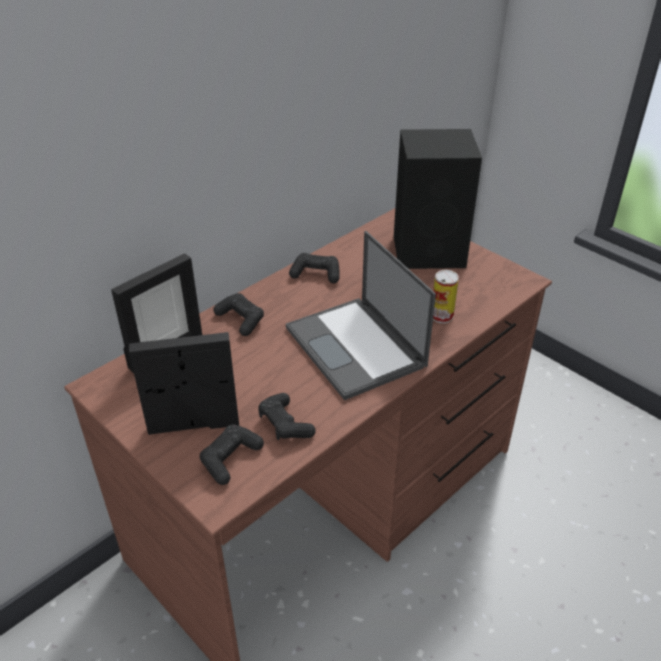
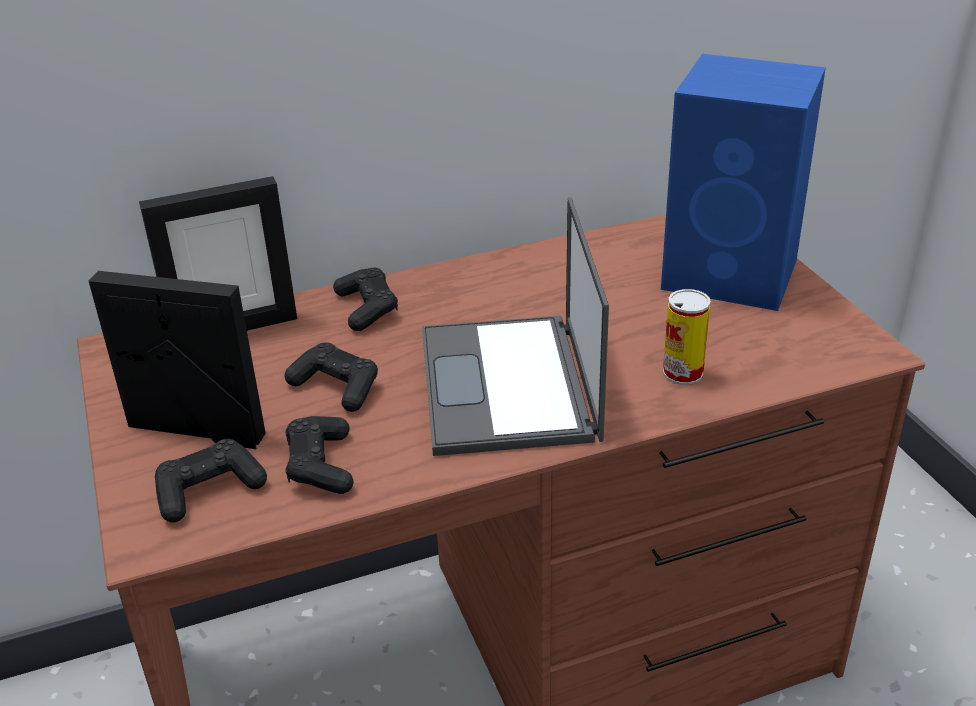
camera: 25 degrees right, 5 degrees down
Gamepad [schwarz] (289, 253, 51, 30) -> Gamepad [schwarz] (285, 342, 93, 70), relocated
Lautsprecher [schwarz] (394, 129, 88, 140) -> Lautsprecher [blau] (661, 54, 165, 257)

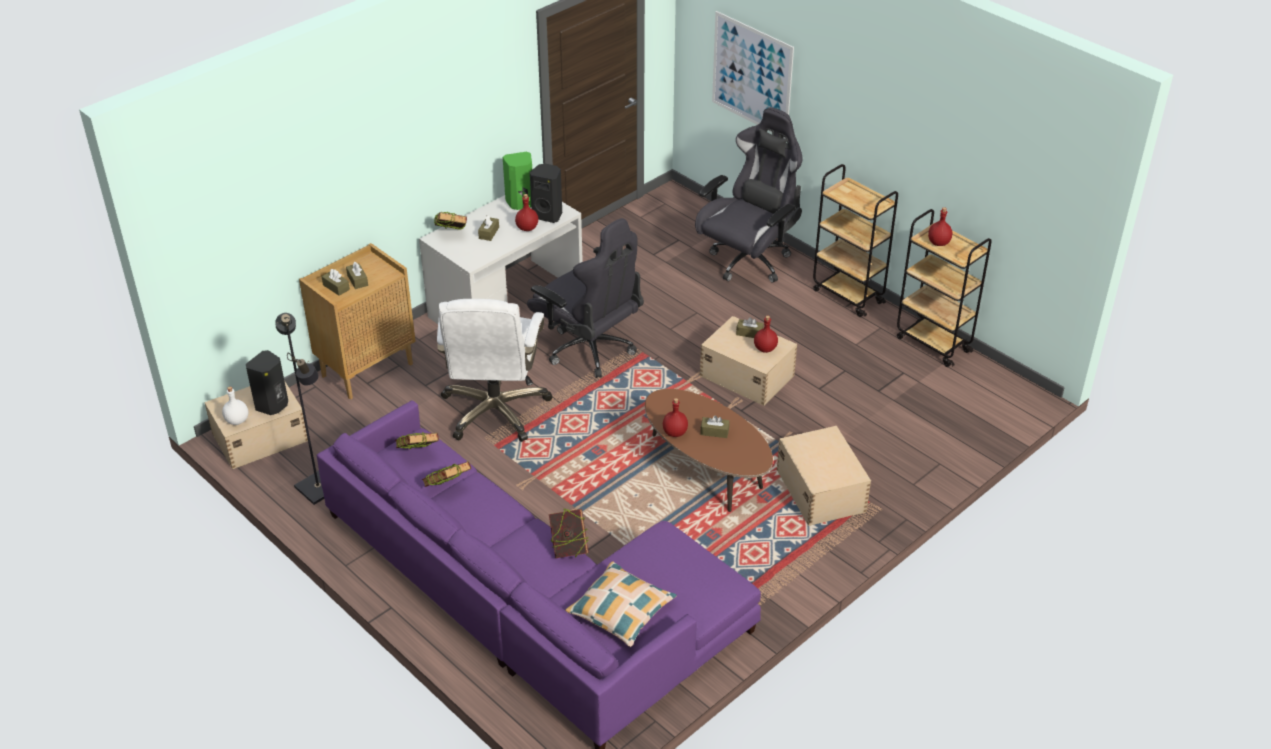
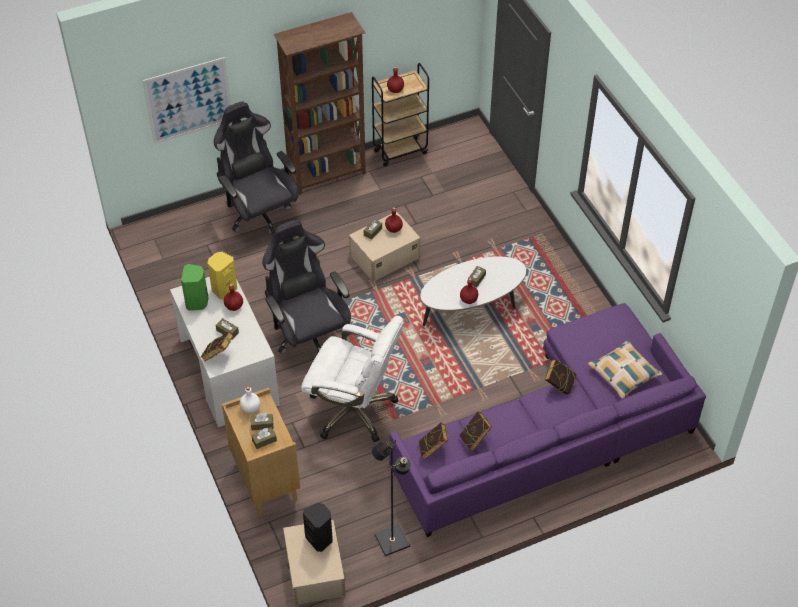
camera: 70 degrees left, 10 degrees up
Aufbewahrungsbox [beige] (777, 426, 94, 100) -> none
Flasche [weiß] (222, 387, 27, 38) -> Flasche [weiß] (240, 386, 21, 28), relocated
Rollwagen [braun] (813, 164, 85, 153) -> Bücherregal [braun] (273, 12, 93, 183)
Lautsprecher [schwarz] (530, 164, 32, 59) -> Lautsprecher [gelb] (207, 252, 30, 47)
Couchtisch [braun] (645, 389, 128, 123) -> Couchtisch [weiß] (420, 256, 106, 70)
Bürostuhl [schwarz] (527, 218, 117, 160) -> Bürostuhl [schwarz] (262, 220, 89, 134), 90 degrees counterclockwise

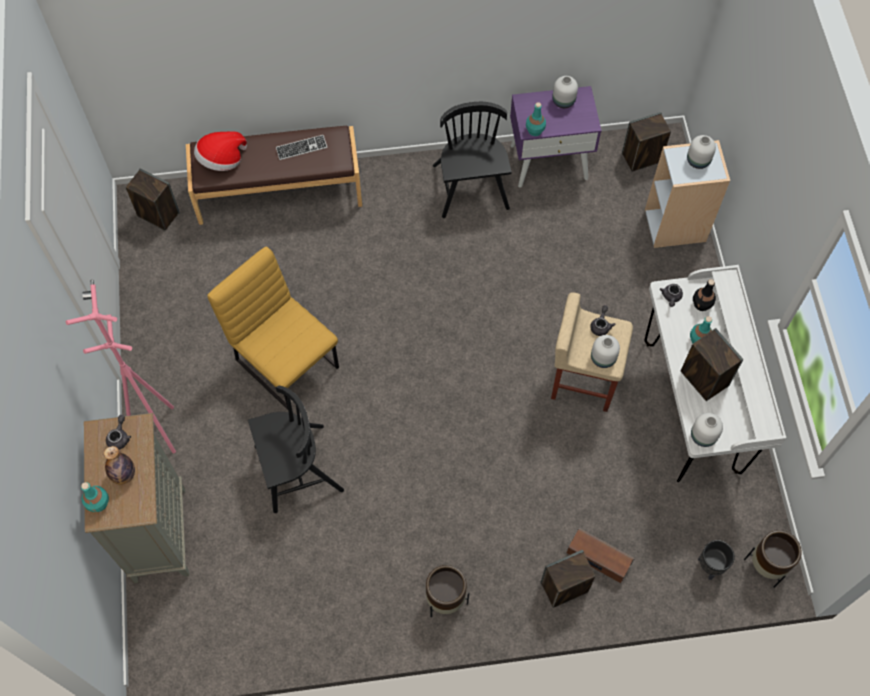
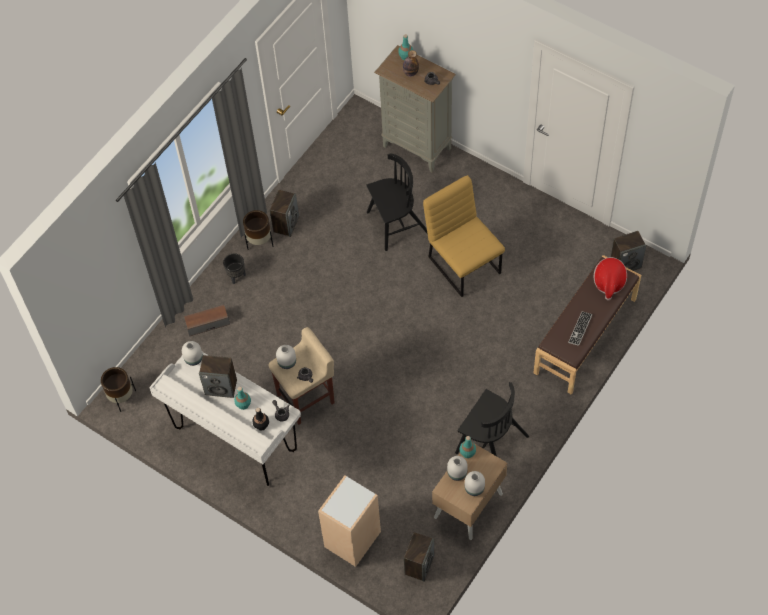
camera: 135 degrees right, 5 degrees down
Kleiderständer [rosa] (66, 284, 110, 170) -> none
Lautsprecher (541, 550, 54, 58) -> Lautsprecher (270, 190, 29, 47), relocated
Vase [weiß] (687, 135, 29, 34) -> Vase [weiß] (447, 456, 21, 25), relocated
Pflanzkübel [schwarz] (698, 540, 37, 40) -> Pflanzkübel [schwarz] (223, 253, 23, 31), relocated
Nachttisch [lila] (510, 86, 91, 102) -> Nachttisch [beige] (432, 444, 76, 96)
Stuhl [gelb] (207, 246, 132, 163) -> Stuhl [gelb] (423, 175, 82, 122), 120 degrees counterclockwise
Stuhl [schwarz] (248, 386, 96, 127) -> Stuhl [schwarz] (367, 154, 60, 97), 135 degrees counterclockwise

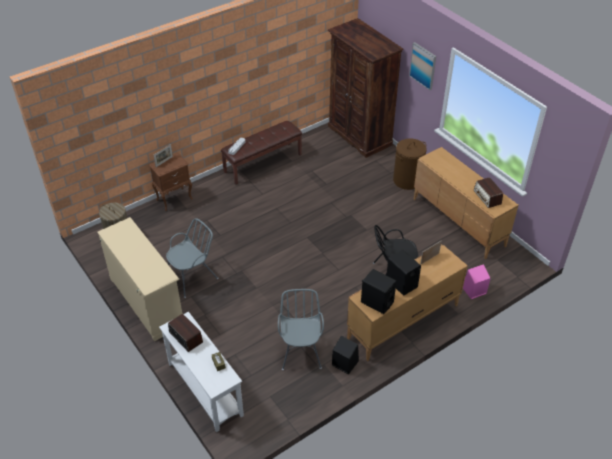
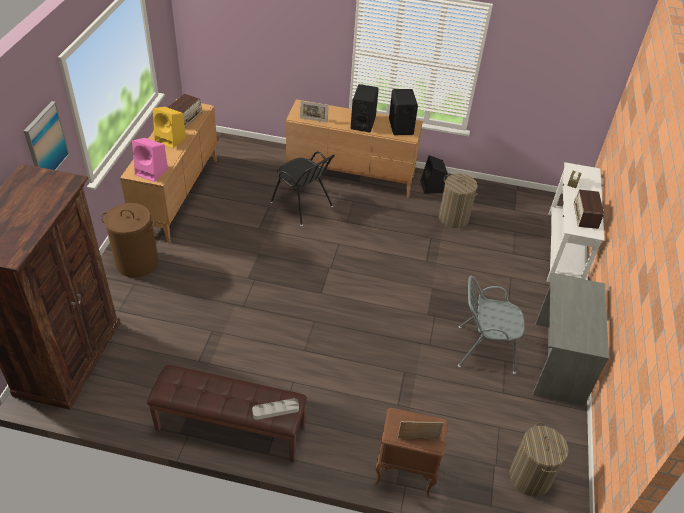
camera: 135 degrees left, 0 degrees up
none -> Lautsprecher [gelb] (153, 107, 33, 42)
Lautsprecher [rosa] (463, 264, 28, 35) -> Lautsprecher [rosa] (132, 138, 36, 44), relocated
Schrank [beige] (97, 217, 85, 124) -> Schreibtisch [grau] (533, 273, 76, 133)
Stuhl [grau] (278, 289, 46, 81) -> Wäschekorb (439, 173, 39, 55)

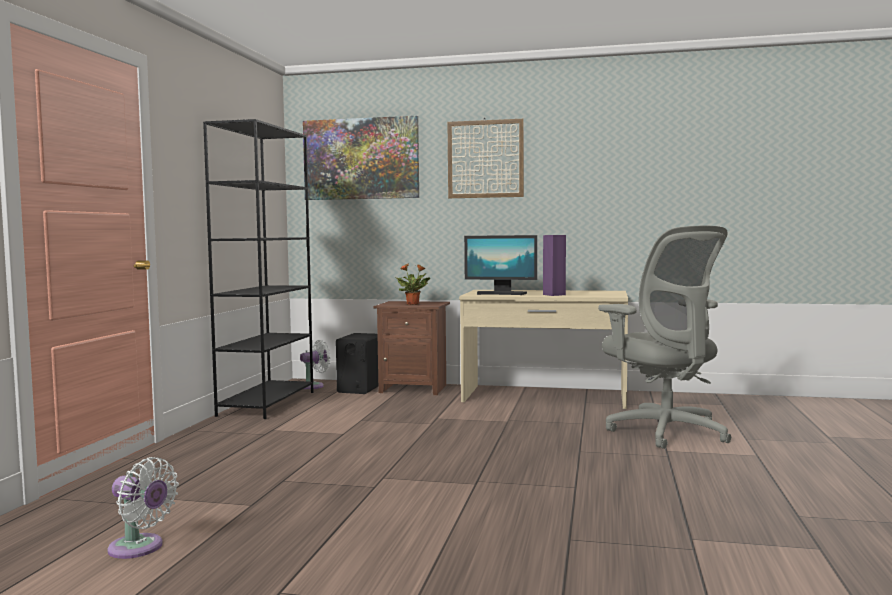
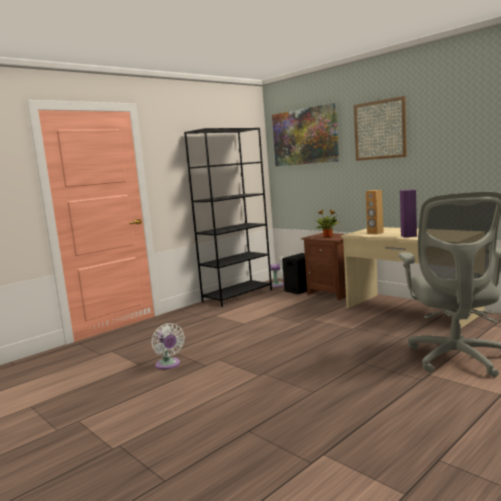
camera: 35 degrees right, 5 degrees up
Ventilator [weiß] (107, 457, 72, 102) -> Ventilator [weiß] (151, 323, 34, 47), relocated
Monitor (464, 235, 73, 60) -> Lautsprecher [braun] (366, 190, 18, 44)

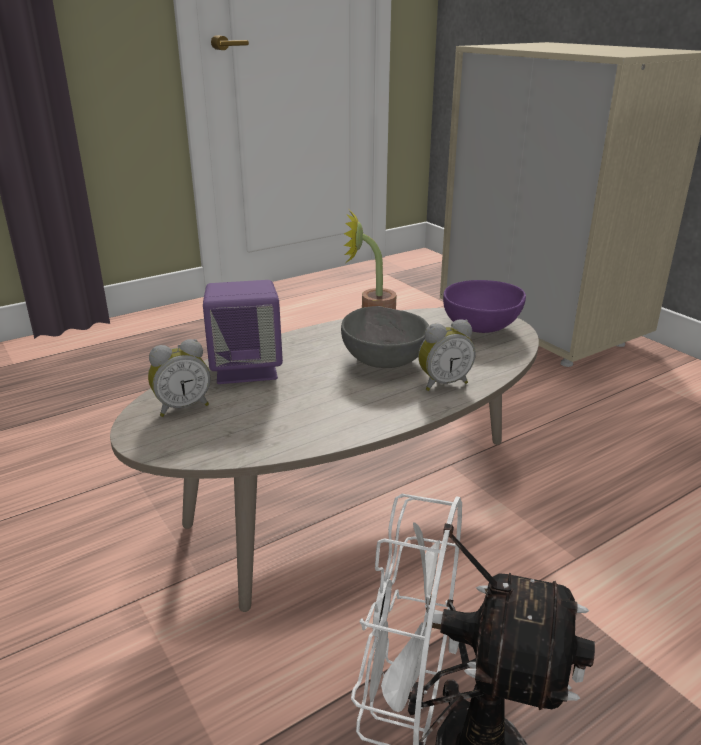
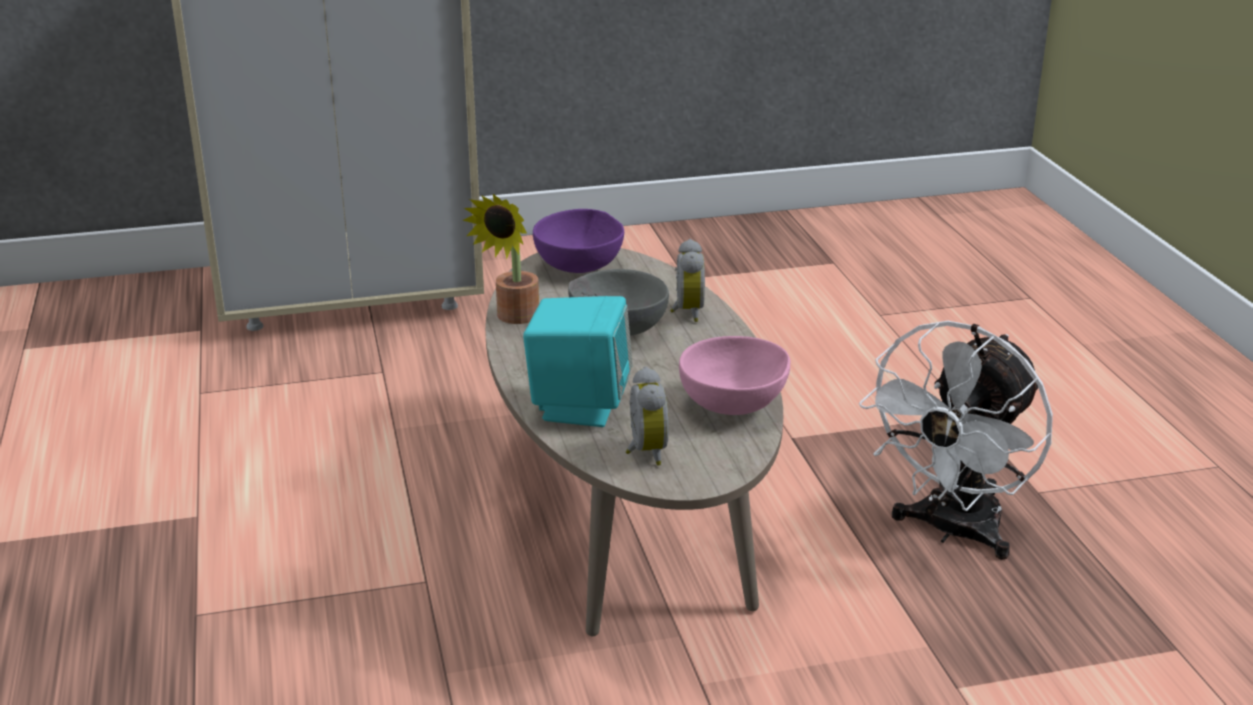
camera: 70 degrees left, 0 degrees up
none -> Schüssel [rosa] (679, 336, 111, 79)
Lautsprecher [lila] (203, 280, 80, 104) -> Lautsprecher [türkis] (523, 296, 110, 131)

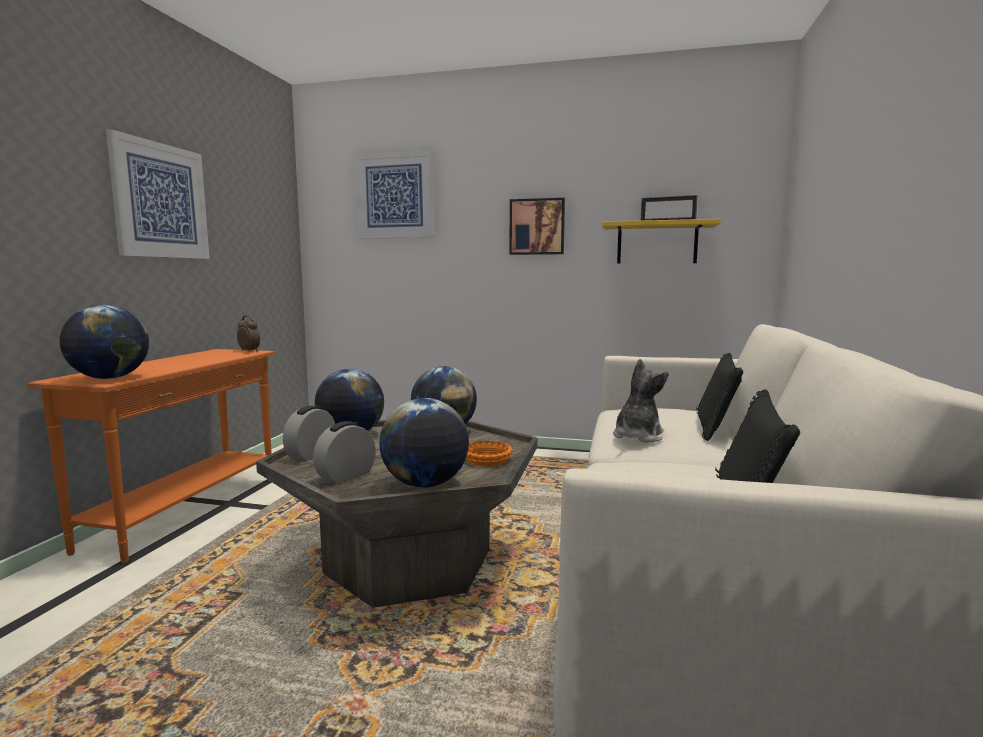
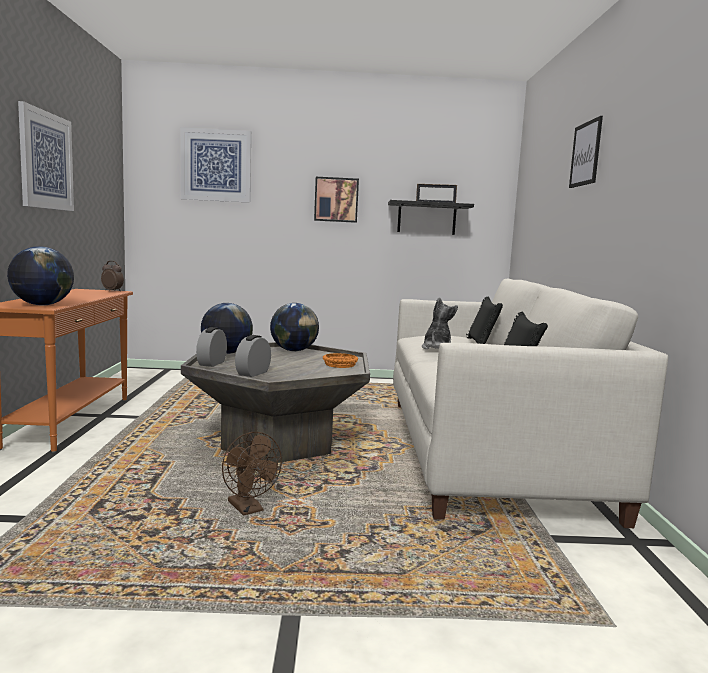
camera: 15 degrees left, 0 degrees up
Globus (379, 398, 90, 90) -> none
none -> Ventilator [braun] (222, 432, 60, 84)
none -> Bild (569, 116, 34, 72)
Wandregal [gelb] (602, 219, 119, 45) -> Wandregal [schwarz] (388, 200, 86, 35)

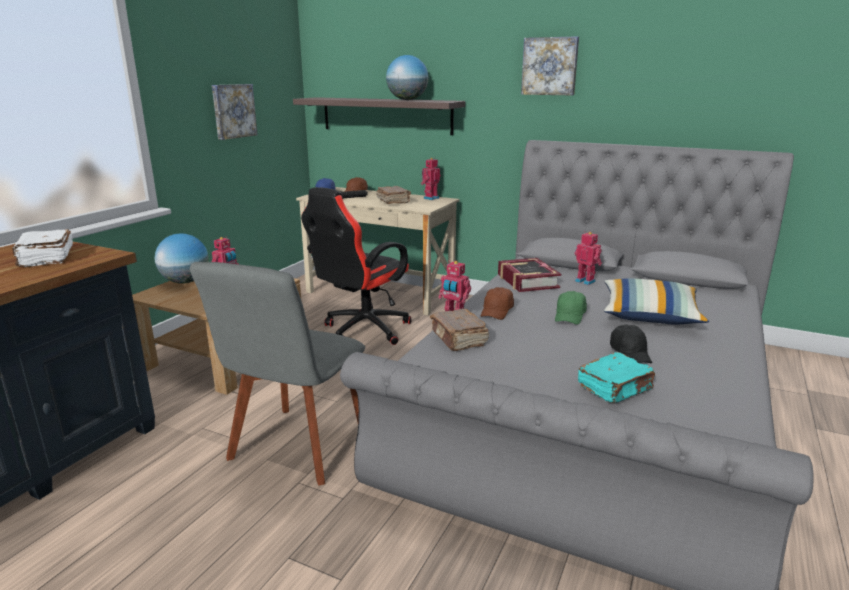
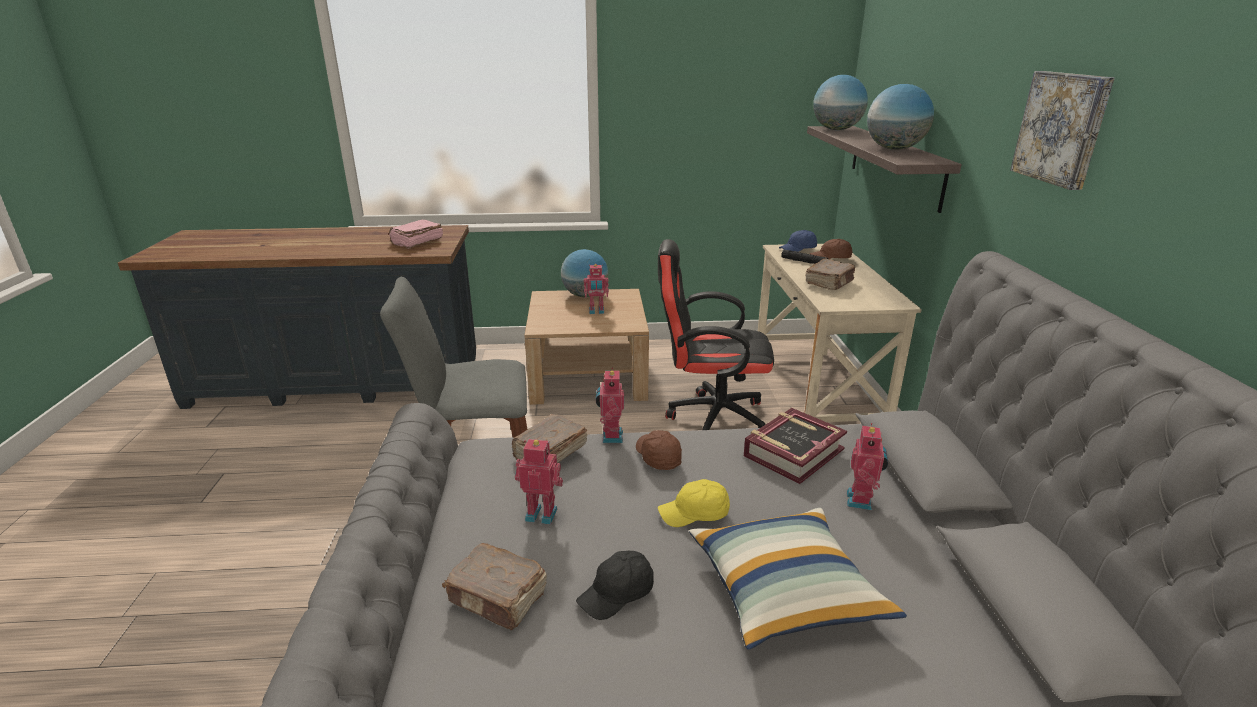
camera: 60 degrees right, 5 degrees up
Bild (212, 84, 46, 56) -> none
none -> Globus (813, 75, 55, 55)
Spielzeugroboter (421, 158, 20, 42) -> Spielzeugroboter (515, 439, 48, 85), relocated
Buch [weiß] (12, 229, 61, 38) -> Buch [rosa] (389, 220, 54, 29)
Kappe [grün] (555, 291, 32, 34) -> Kappe [gelb] (658, 479, 72, 48)
Buch [türkis] (578, 352, 77, 51) -> Buch [braun] (442, 543, 105, 87)
Kappe [braun] (481, 287, 33, 33) -> Kappe [braun] (636, 430, 46, 40), 75 degrees clockwise

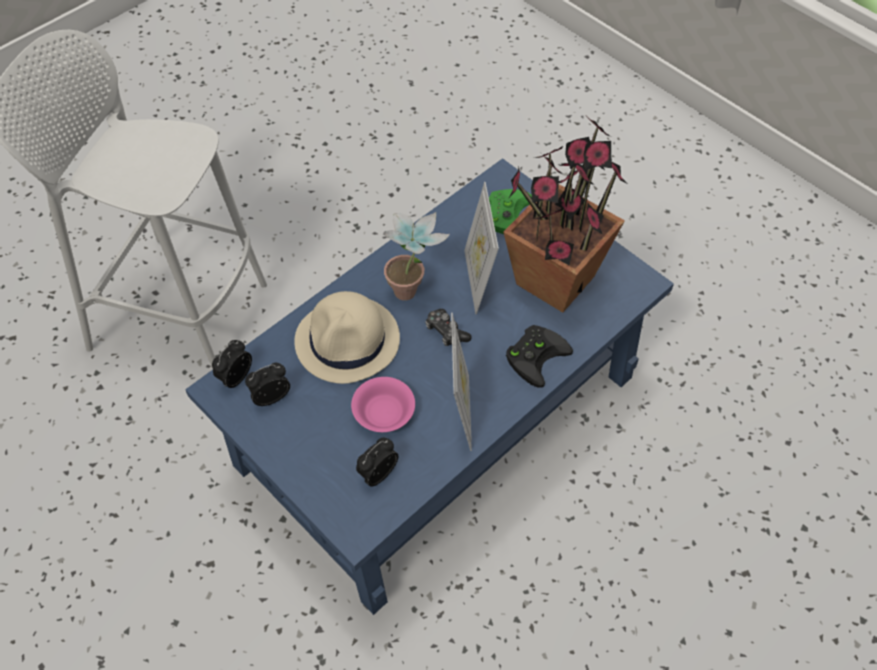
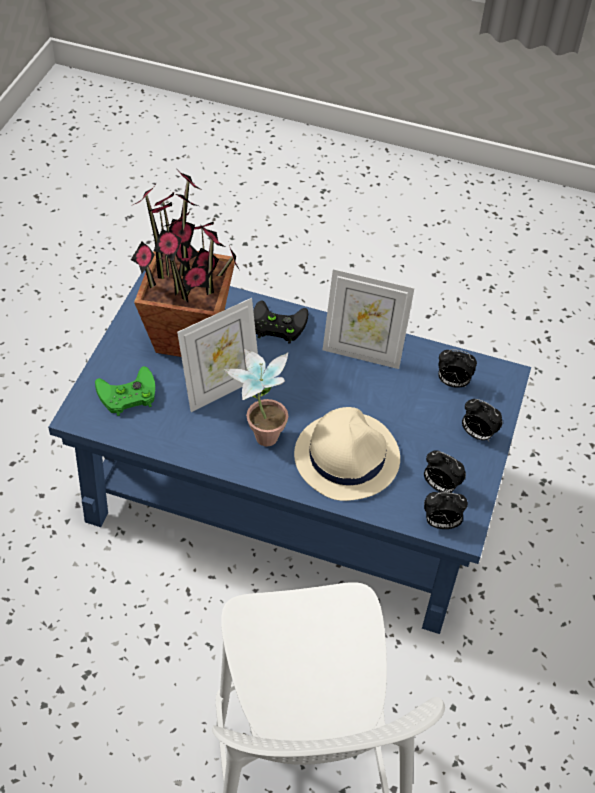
camera: 120 degrees left, 5 degrees down
Schüssel [rosa] (351, 377, 64, 55) -> none
Gamepad (425, 309, 47, 37) -> none
none -> Wecker (462, 399, 40, 42)
Bilderrahmen (451, 313, 21, 138) -> Bilderrahmen (323, 269, 91, 100), 135 degrees counterclockwise

